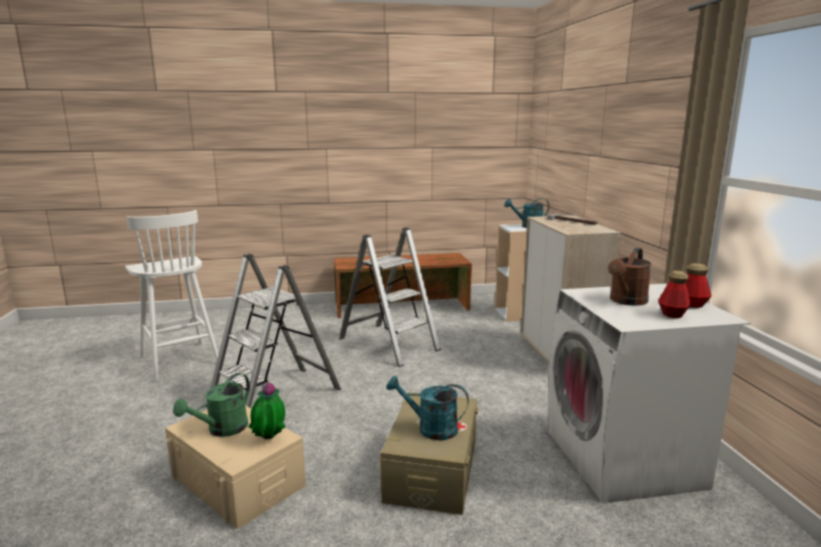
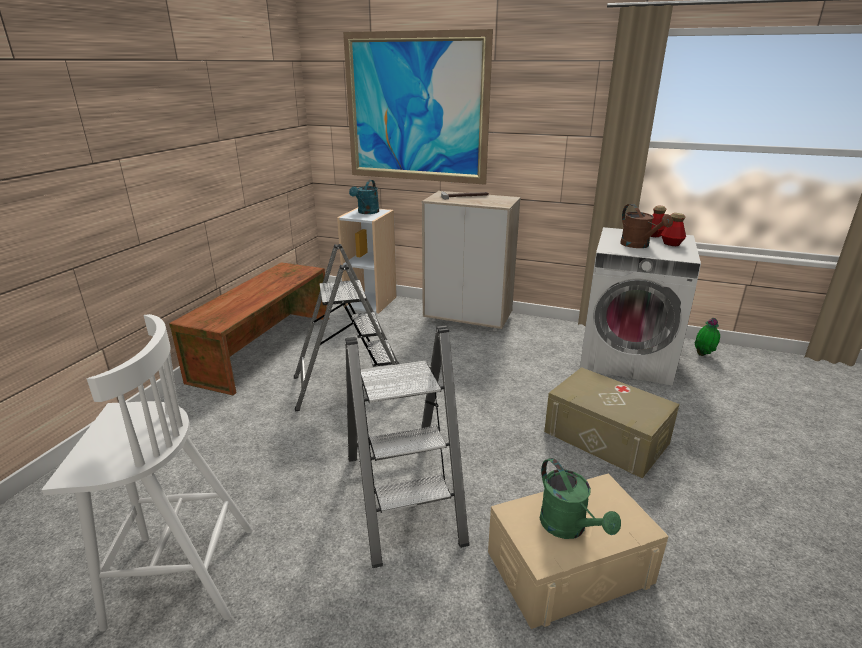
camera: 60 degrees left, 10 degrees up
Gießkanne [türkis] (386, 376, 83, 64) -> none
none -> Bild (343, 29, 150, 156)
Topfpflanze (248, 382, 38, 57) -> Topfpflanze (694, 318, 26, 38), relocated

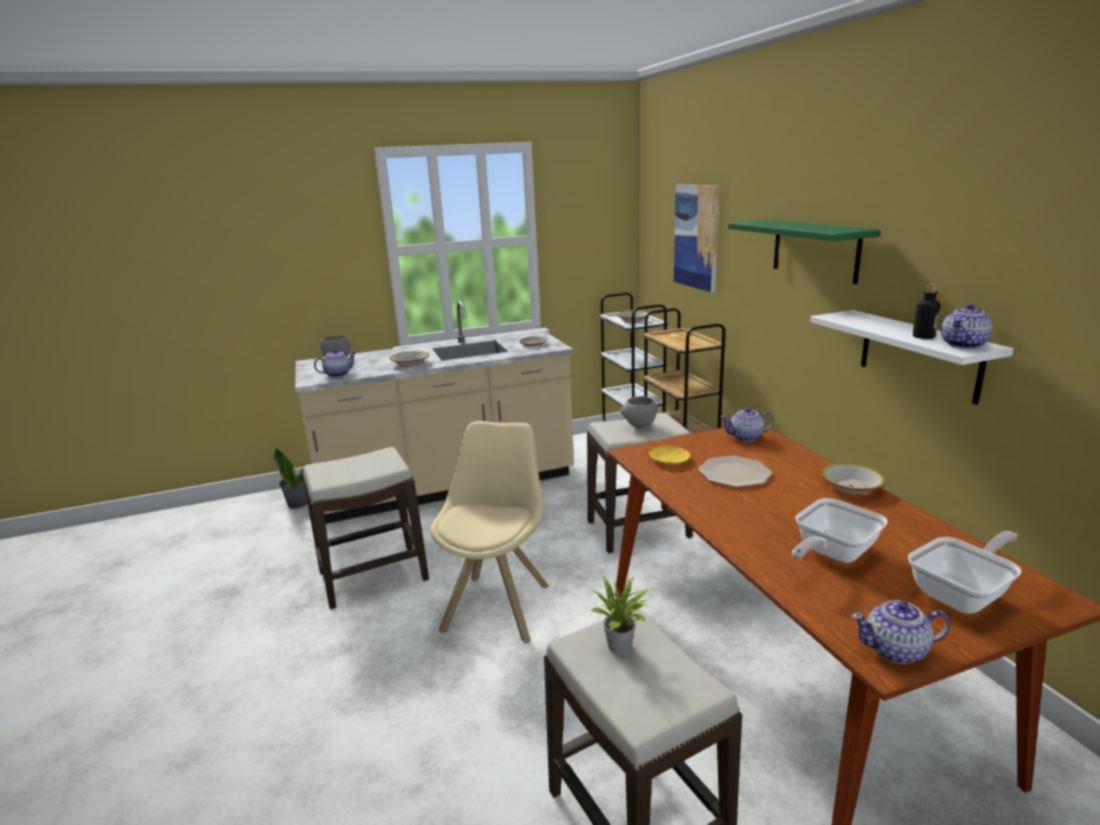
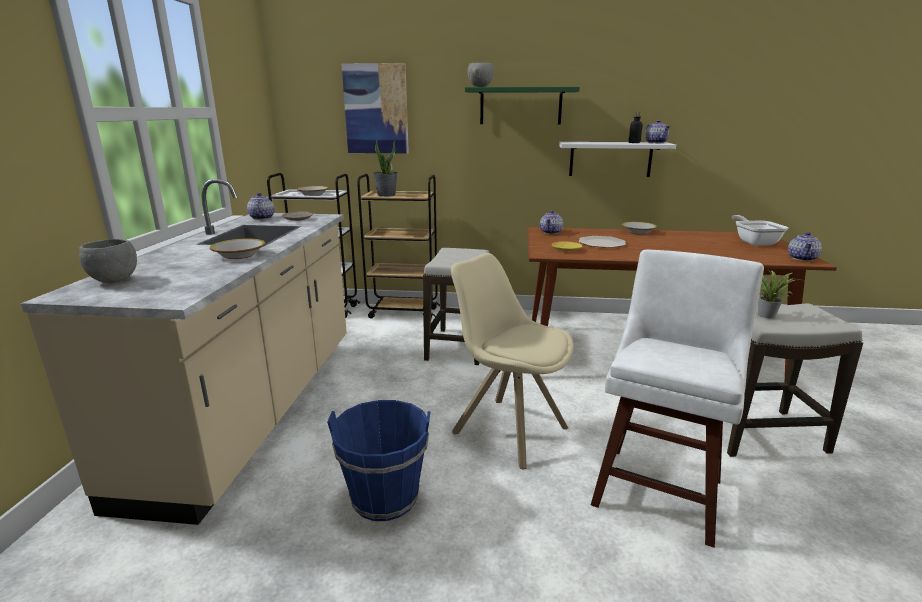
camera: 65 degrees left, 0 degrees up
Pfanne (792, 498, 96, 65) -> none
none -> Stuhl [weiß] (591, 250, 173, 298)
Topfpflanze (273, 447, 35, 62) -> Topfpflanze (373, 140, 24, 57), relocated
Teekanne (314, 349, 42, 28) -> Teekanne (247, 193, 28, 27), relocated
Schüssel [grau] (621, 396, 36, 32) -> Schüssel [grau] (467, 63, 27, 24), relocated
Hocker (302, 447, 127, 162) -> Eimer [blau] (327, 400, 103, 121)

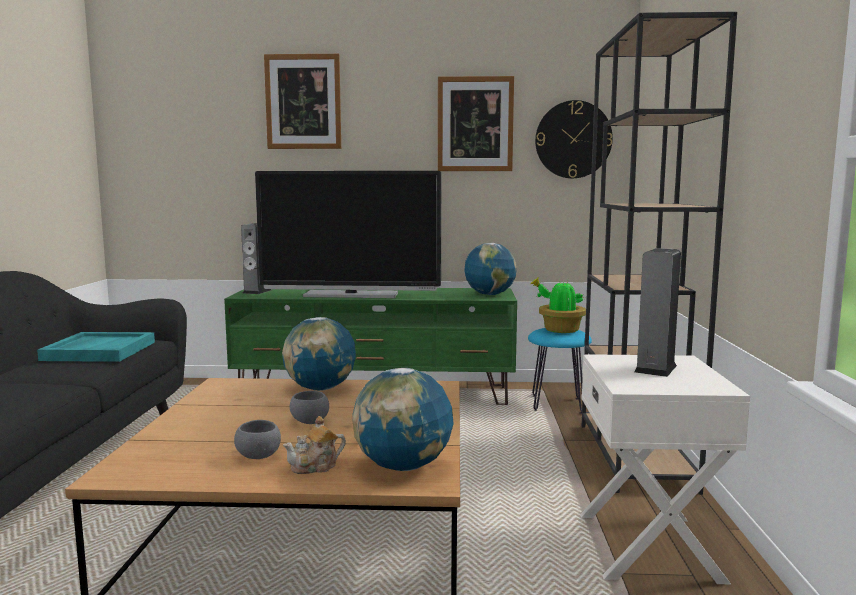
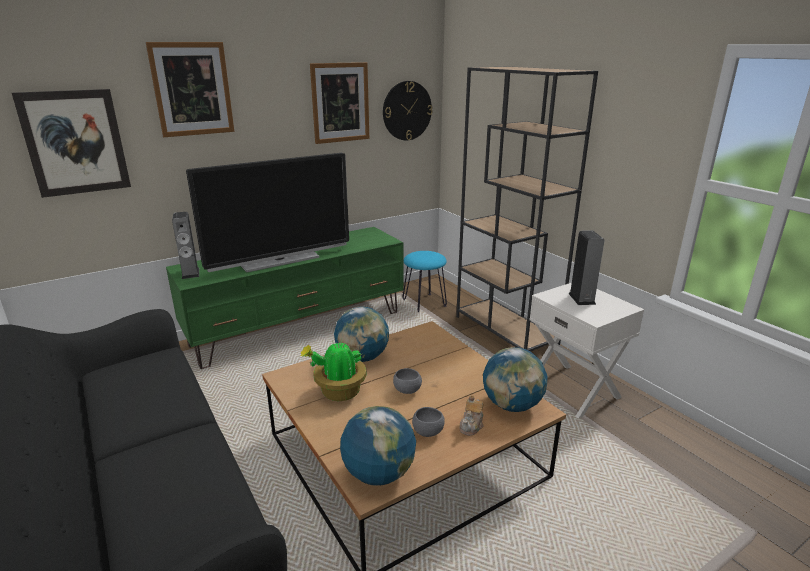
camera: 35 degrees left, 15 degrees up
Tablett [türkis] (37, 332, 118, 30) -> none
none -> Bild (12, 89, 119, 109)
Globus (464, 243, 53, 52) -> Globus (340, 406, 76, 80), relocated
Topfpflanze (531, 277, 55, 56) -> Topfpflanze (301, 339, 65, 62), relocated

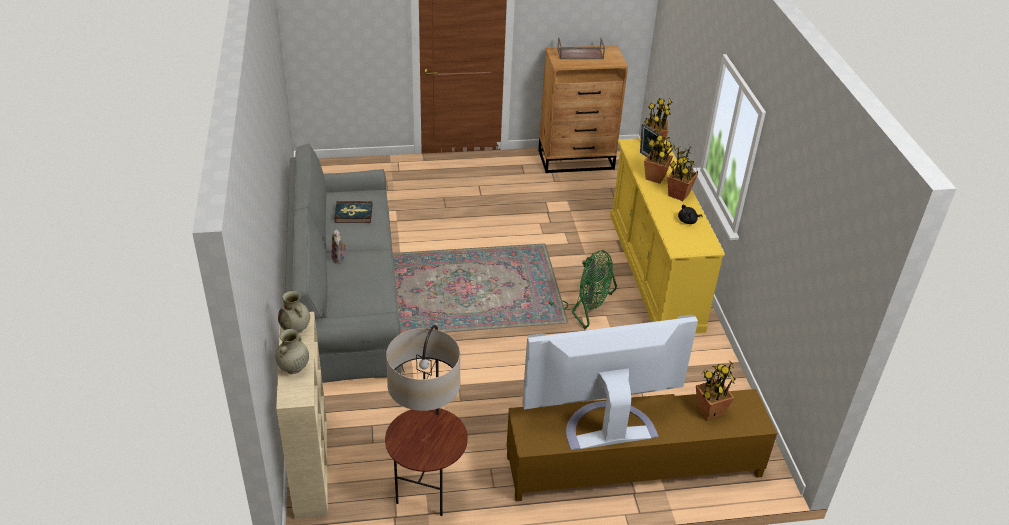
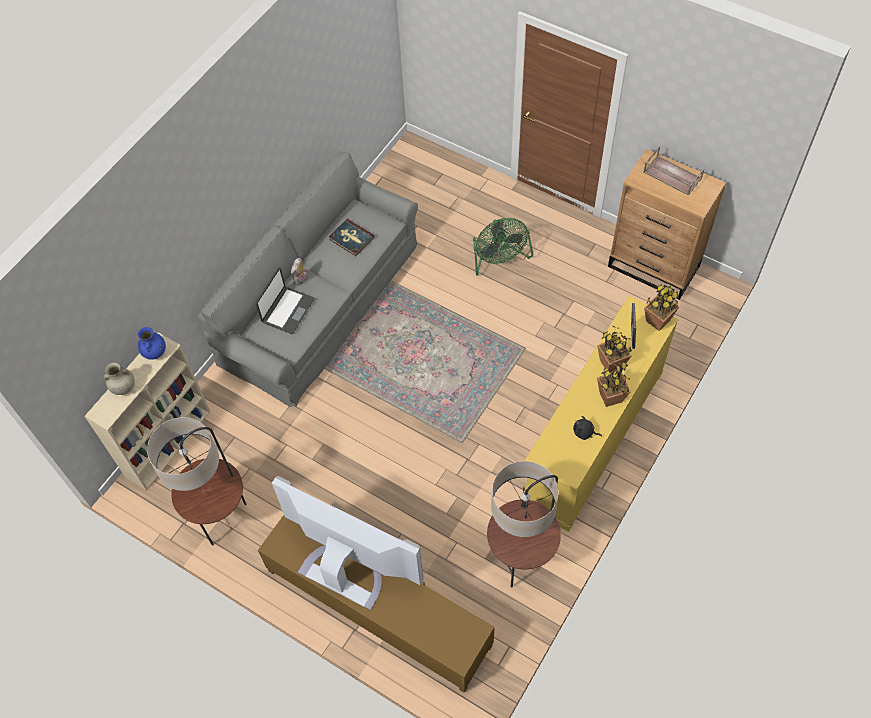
camera: 45 degrees right, 20 degrees up
Topfpflanze (696, 361, 39, 59) -> none
none -> Laptop (256, 268, 59, 66)
none -> Stehlampe (487, 461, 74, 127)
Ventilator [grün] (549, 250, 68, 79) -> Ventilator [grün] (473, 218, 60, 58), relocated
Vase [beige] (278, 291, 32, 43) -> Vase [blau] (138, 327, 28, 33)

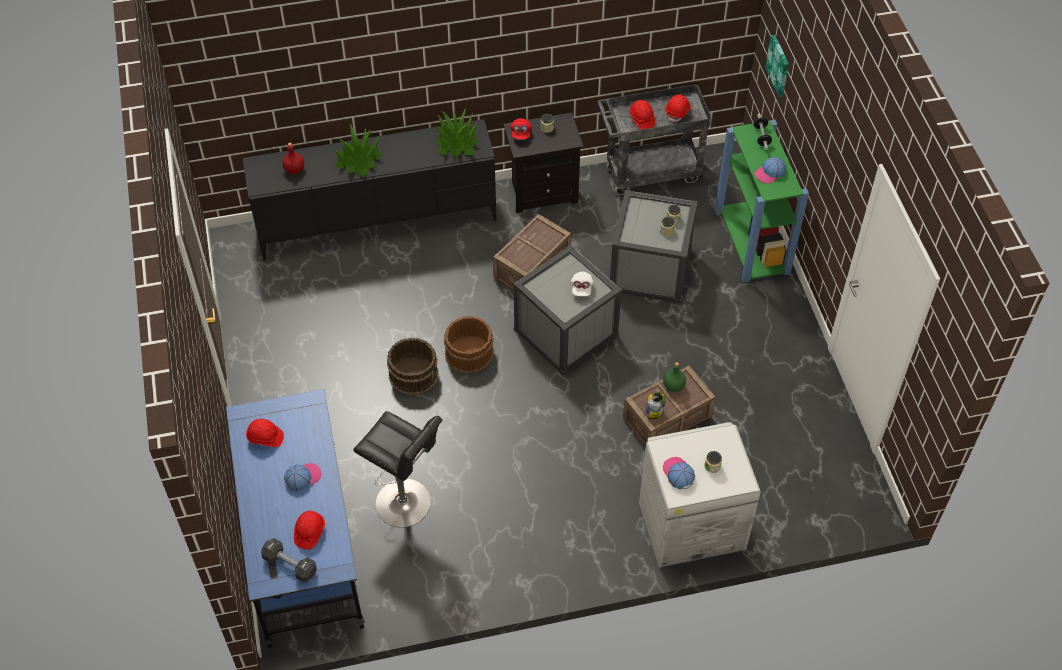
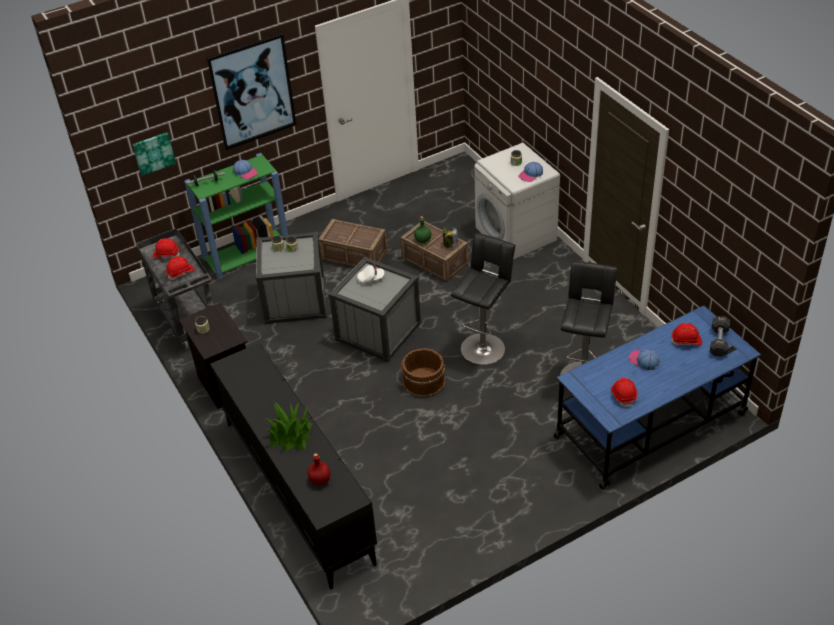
camera: 105 degrees left, 10 degrees down
Eimer [braun] (387, 338, 52, 57) -> none
Topfpflanze (436, 108, 42, 49) -> none
Kappe [rot] (510, 118, 22, 21) -> none
none -> Bild (207, 33, 89, 117)
none -> Hocker [schwarz] (451, 233, 65, 132)
Kiste (493, 214, 79, 76) -> Kiste (319, 219, 69, 48), relocated

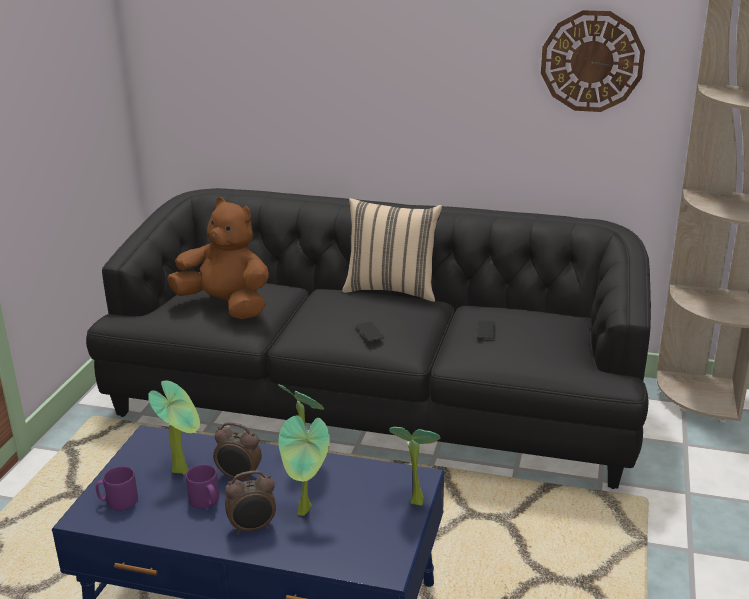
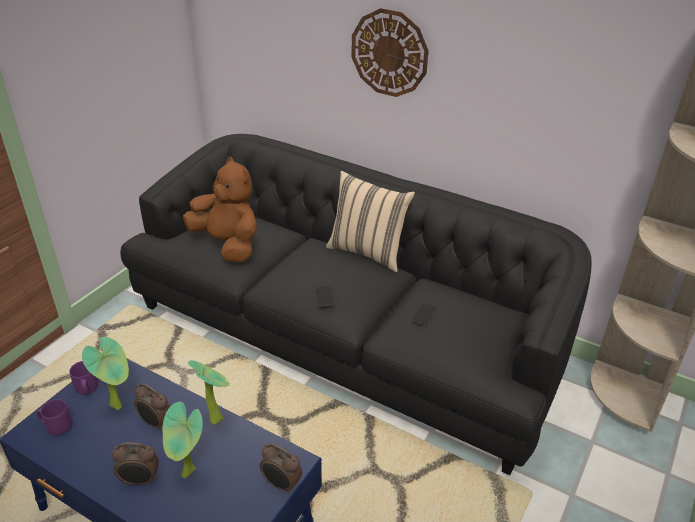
camera: 15 degrees right, 10 degrees up
Henkelbecher [lila] (186, 464, 33, 45) -> Henkelbecher [lila] (69, 361, 30, 34), relocated
Wanduhr (541, 10, 104, 102) -> Wanduhr (351, 8, 78, 89), relocated
Topfpflanze (389, 427, 52, 79) -> Wecker (260, 443, 42, 51)

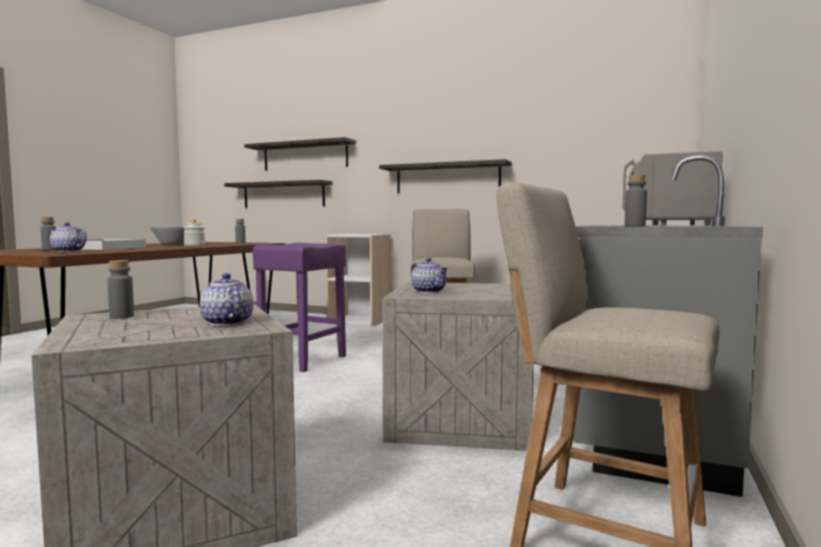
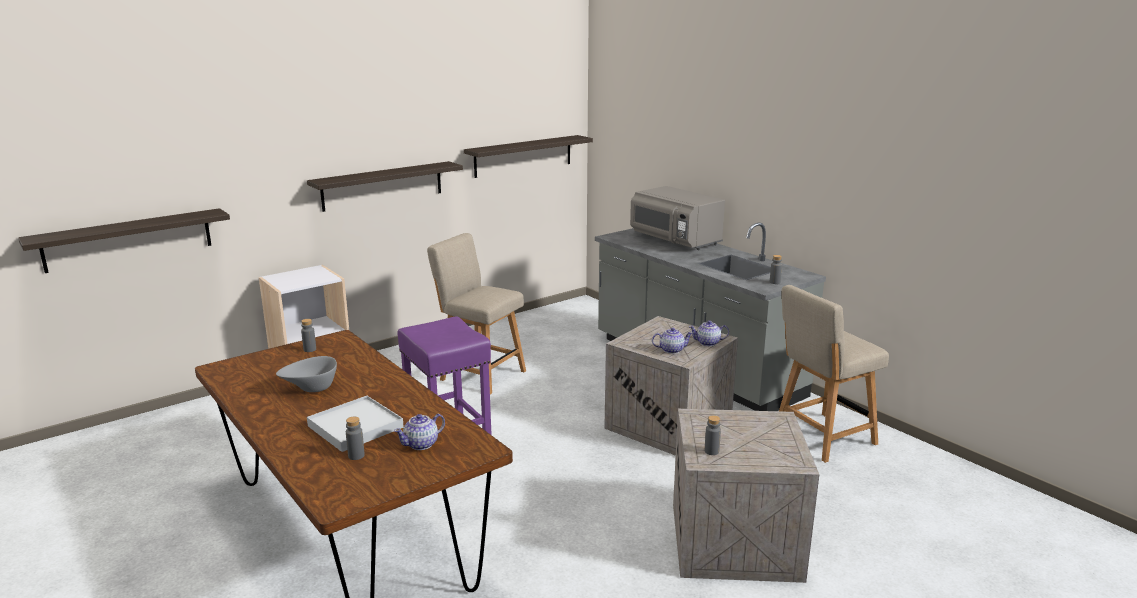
camera: 60 degrees left, 15 degrees up
Vorratsglas (183, 219, 22, 27) -> none
Teekanne (200, 273, 54, 53) -> Teekanne (689, 321, 40, 25), relocated
Wandregal (244, 137, 112, 33) -> Wandregal (464, 135, 129, 43), relocated

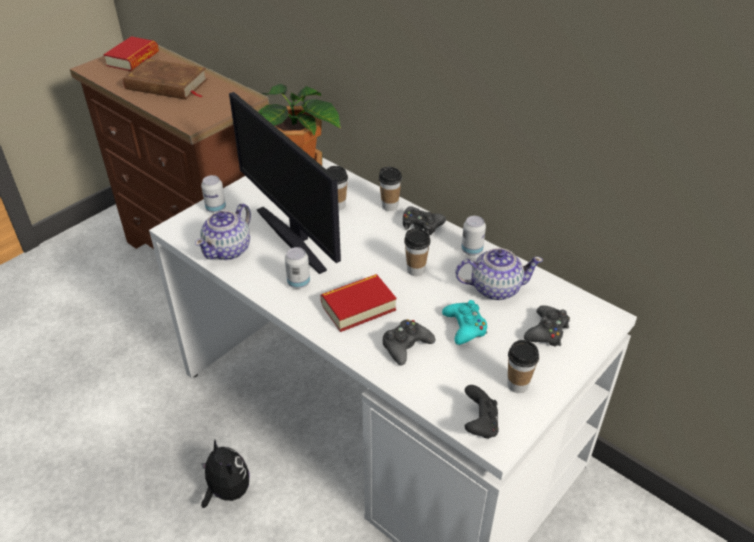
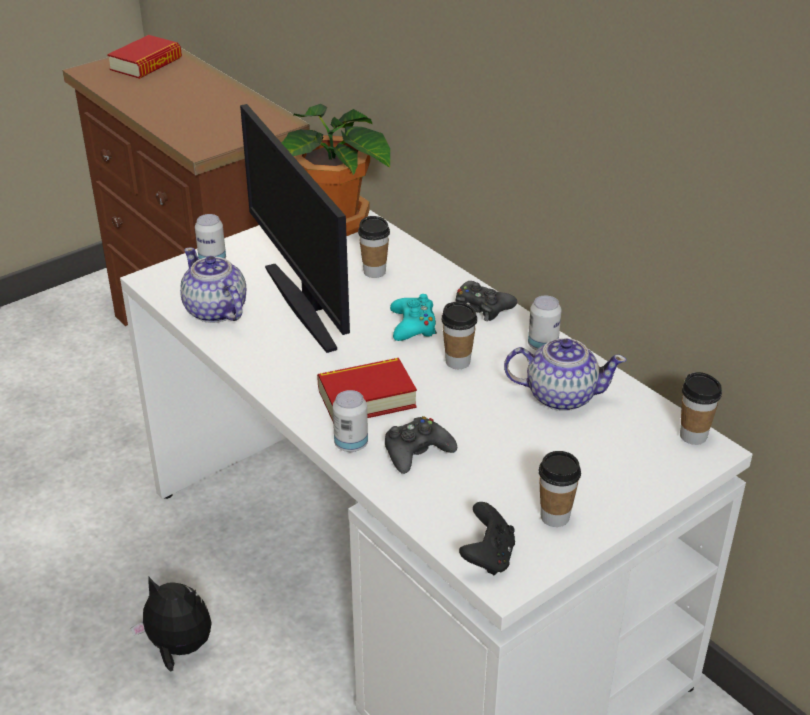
camera: 10 degrees right, 5 degrees down
Buch [braun] (123, 59, 85, 40) -> none
Gamepad [schwarz] (524, 305, 46, 41) -> none
Dose (285, 247, 25, 42) -> Dose (333, 390, 35, 62), relocated
Tasse (379, 167, 23, 44) -> Tasse (680, 372, 42, 73), relocated
Gamepad [türkis] (442, 300, 45, 45) -> Gamepad [türkis] (390, 294, 47, 47), relocated
Teekanne (195, 203, 56, 57) -> Teekanne (180, 247, 66, 76), 105 degrees clockwise
Plüschtier (201, 440, 48, 68) -> Plüschtier (131, 576, 81, 96), 45 degrees counterclockwise

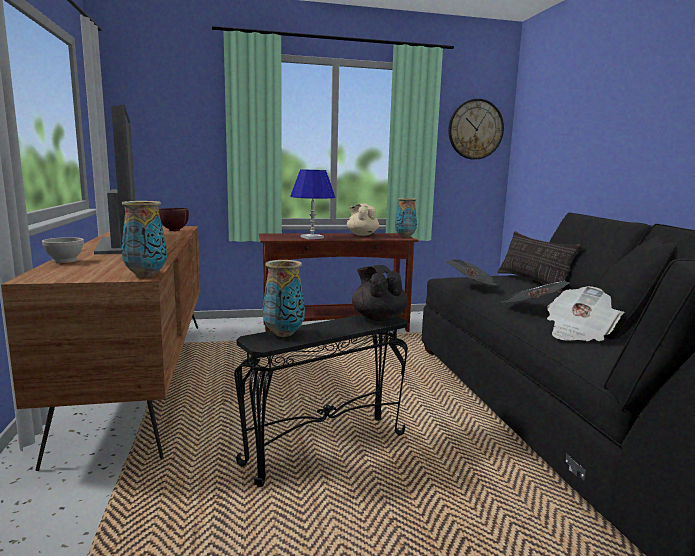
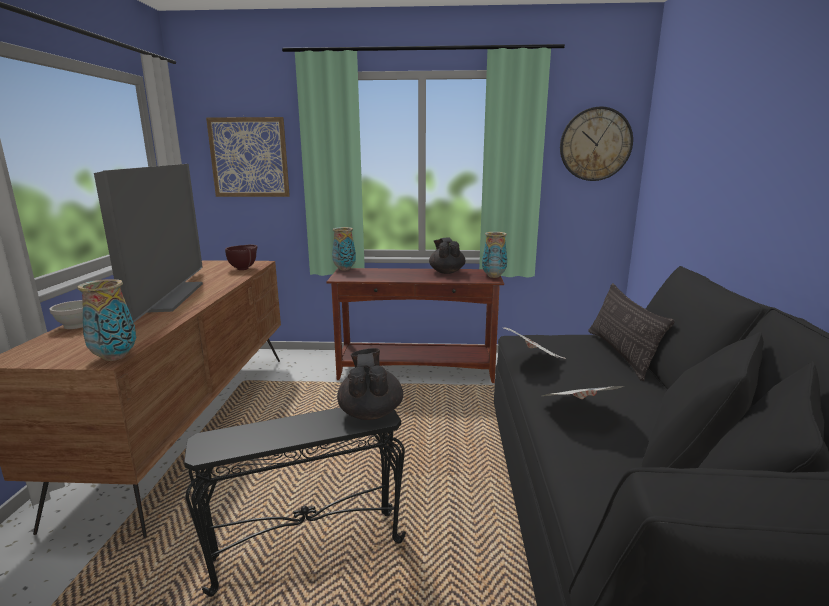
camera: 15 degrees right, 5 degrees up
Tischlampe [blau] (290, 169, 45, 70) -> none
Zeitung (547, 286, 78, 55) -> none
none -> Bild (206, 115, 84, 82)
Vase (263, 260, 42, 77) -> Vase (332, 227, 24, 43), relocated
Teekanne [beige] (347, 203, 32, 33) -> Teekanne [schwarz] (429, 237, 36, 37)

